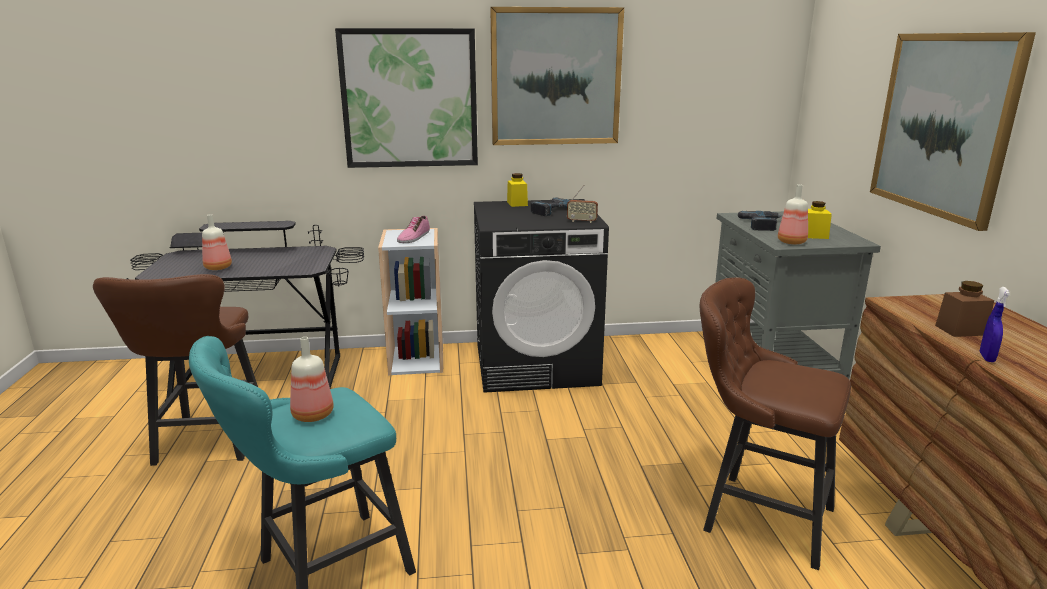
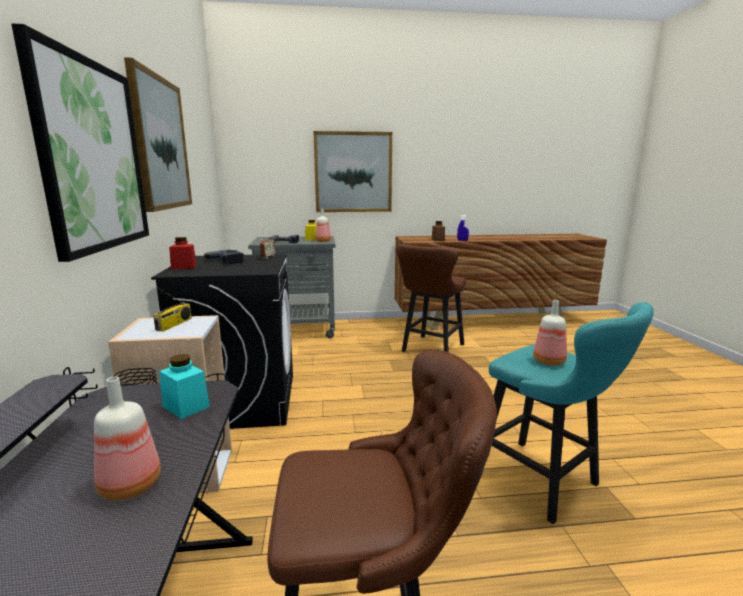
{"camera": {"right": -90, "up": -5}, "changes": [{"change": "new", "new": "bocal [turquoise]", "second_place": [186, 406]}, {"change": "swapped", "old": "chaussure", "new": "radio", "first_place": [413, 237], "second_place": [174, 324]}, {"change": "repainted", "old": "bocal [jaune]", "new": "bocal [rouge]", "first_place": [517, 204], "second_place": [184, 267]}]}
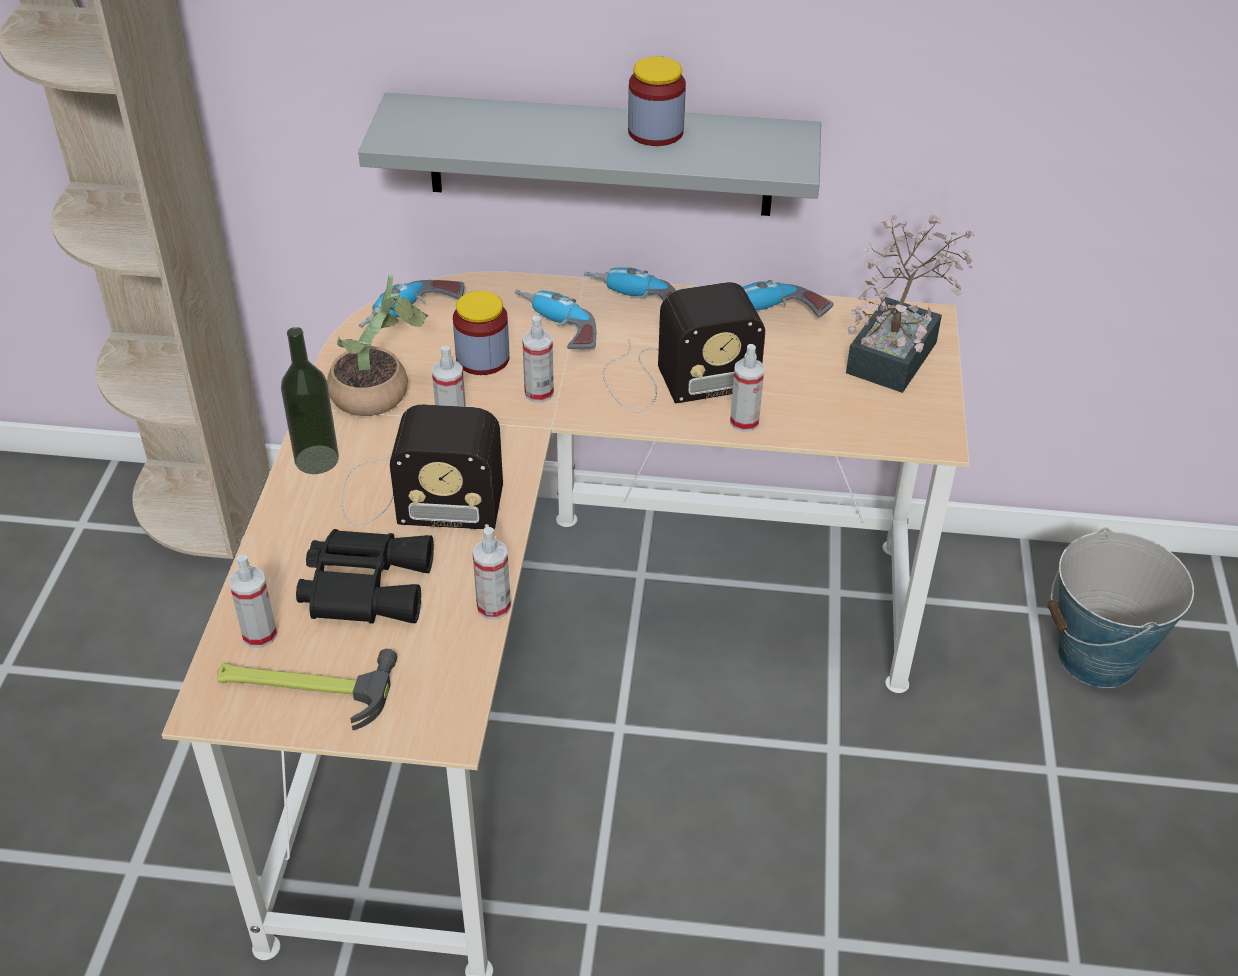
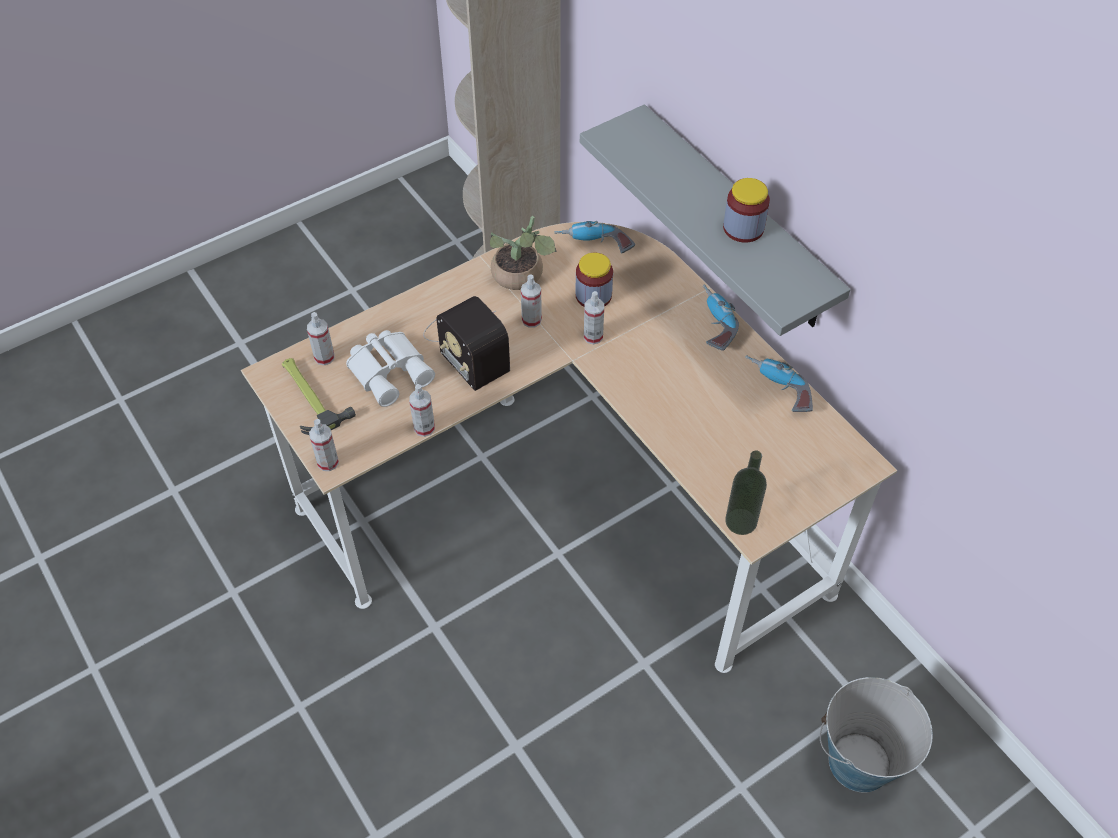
{"camera": {"right": 50, "up": 10}, "changes": [{"change": "gone", "old": "perceuse", "first_place": [555, 329]}, {"change": "gone", "old": "radio", "first_place": [674, 378]}, {"change": "gone", "old": "plante en pot", "first_place": [897, 351]}, {"change": "shifted", "old": "bouteille", "first_place": [316, 459], "second_place": [741, 521]}, {"change": "shifted", "old": "vaporisateur", "first_place": [744, 422], "second_place": [328, 462]}, {"change": "repainted", "old": "jumelles [noir]", "new": "jumelles [blanc]", "first_place": [365, 584], "second_place": [390, 370]}]}
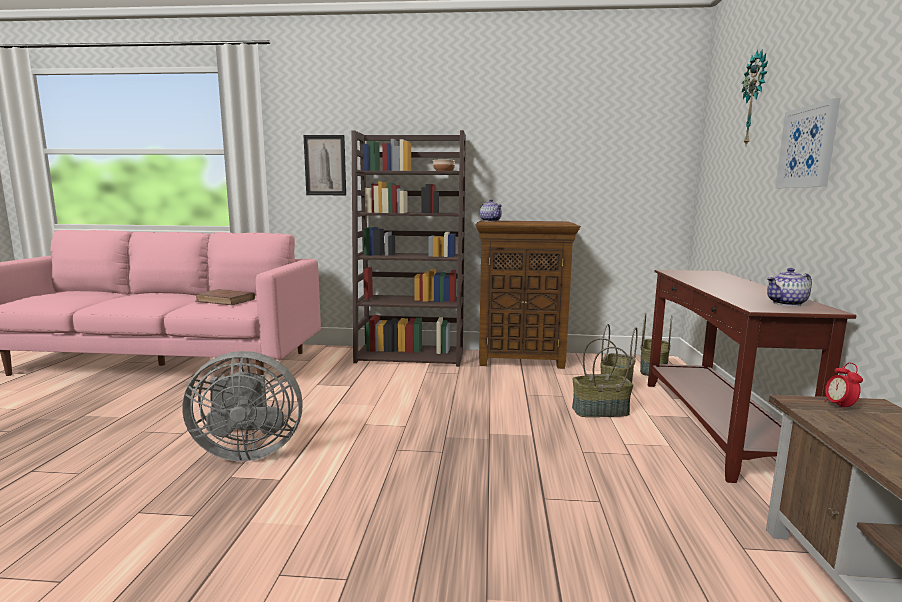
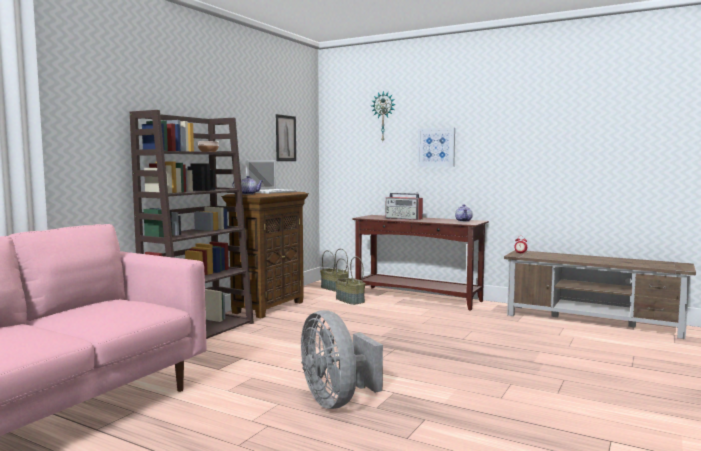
{"camera": {"right": -65, "up": -5}, "changes": [{"change": "gone", "old": "livre [marron]", "first_place": [225, 300]}, {"change": "gone", "old": "panier", "first_place": [600, 411]}, {"change": "new", "new": "ordinateur portable", "second_place": [272, 192]}, {"change": "new", "new": "radio", "second_place": [404, 218]}, {"change": "shifted", "old": "tableau", "first_place": [325, 165], "second_place": [285, 138]}, {"change": "rotated", "old": "ventilateur [gris]", "first_place": [247, 451], "second_place": [337, 401], "degrees": 135}]}
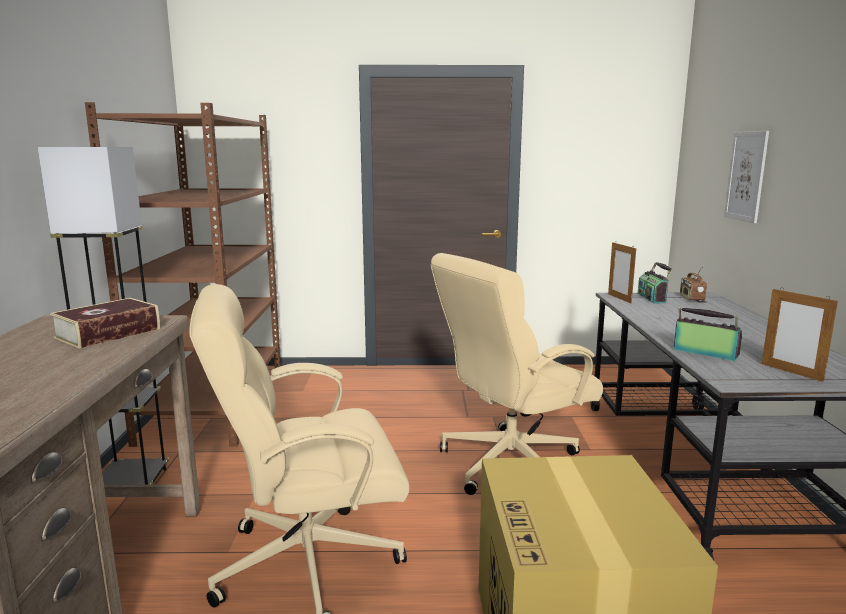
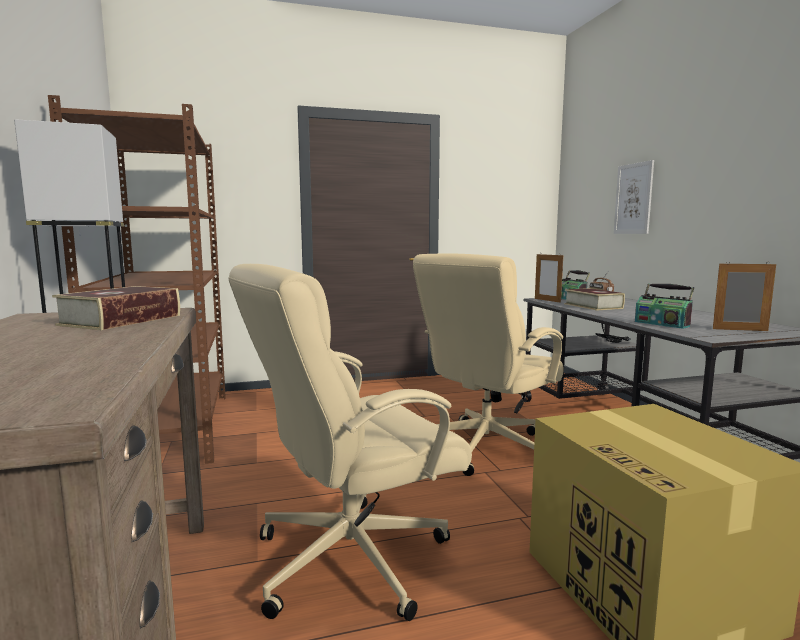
{"camera": {"right": -15, "up": -5}, "changes": [{"change": "new", "new": "livre", "second_place": [593, 306]}, {"change": "rotated", "old": "radio", "first_place": [705, 353], "second_place": [662, 324], "degrees": -150}, {"change": "rotated", "old": "cadre photo", "first_place": [791, 372], "second_place": [740, 330], "degrees": 150}]}
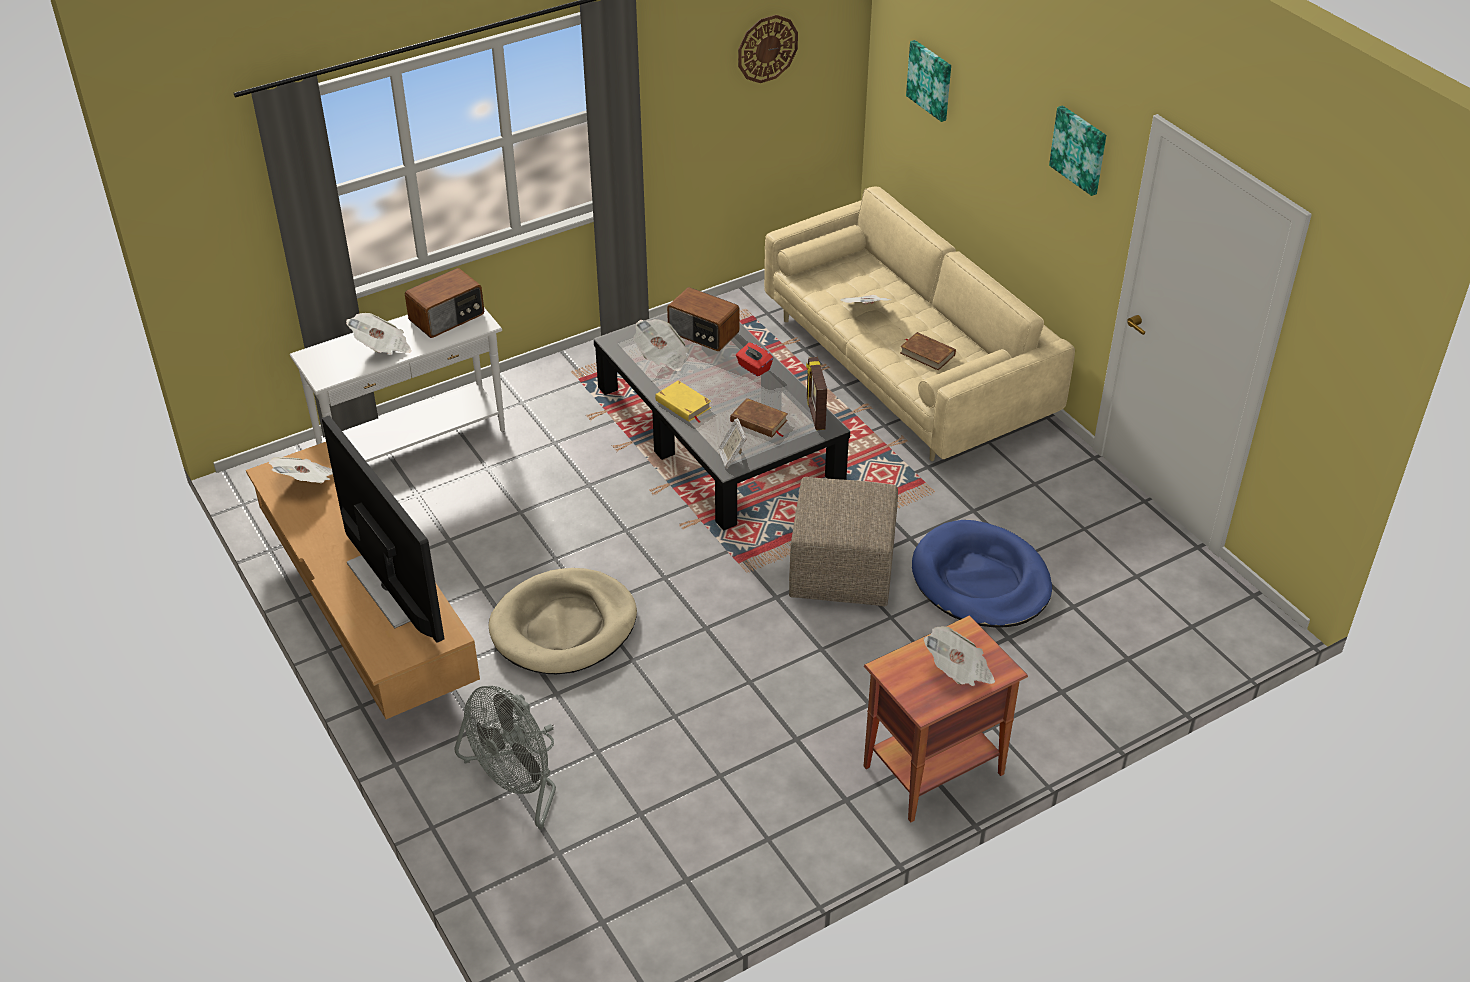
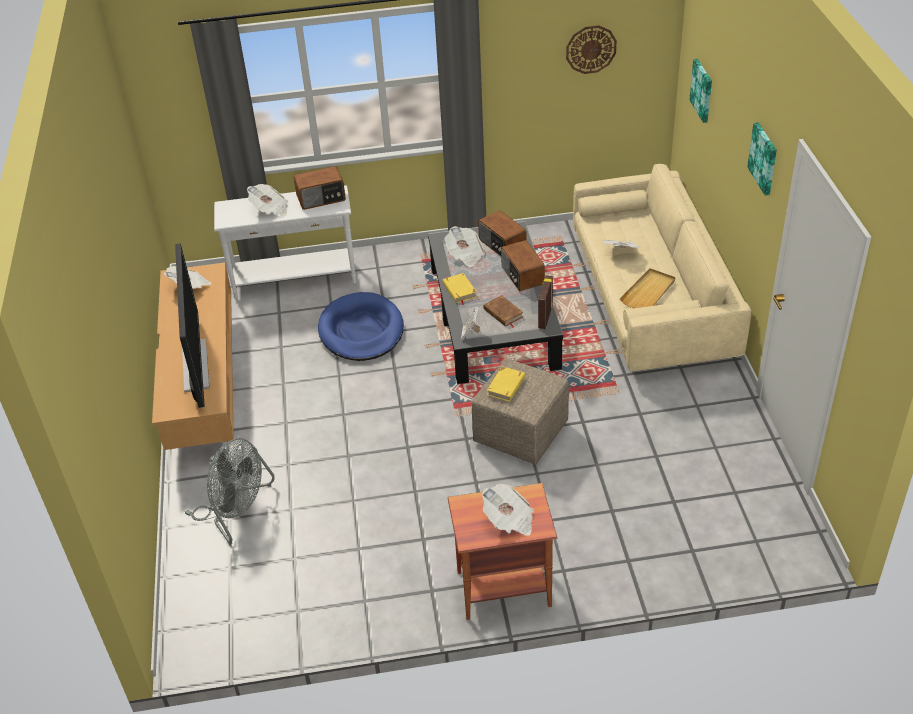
{"camera": {"right": 25, "up": 0}, "changes": [{"change": "gone", "old": "panier pour chien [beige]", "first_place": [564, 626]}, {"change": "new", "new": "livre [jaune]", "second_place": [506, 386]}, {"change": "shifted", "old": "panier pour chien [bleu]", "first_place": [980, 580], "second_place": [361, 331]}, {"change": "swapped", "old": "boîte à mouchoirs [rouge]", "new": "radio", "first_place": [754, 368], "second_place": [522, 276]}, {"change": "swapped", "old": "livre [marron]", "new": "plateau [beige]", "first_place": [927, 354], "second_place": [648, 292]}, {"change": "rotated", "old": "ventilateur [gris]", "first_place": [518, 777], "second_place": [234, 511], "degrees": -135}]}
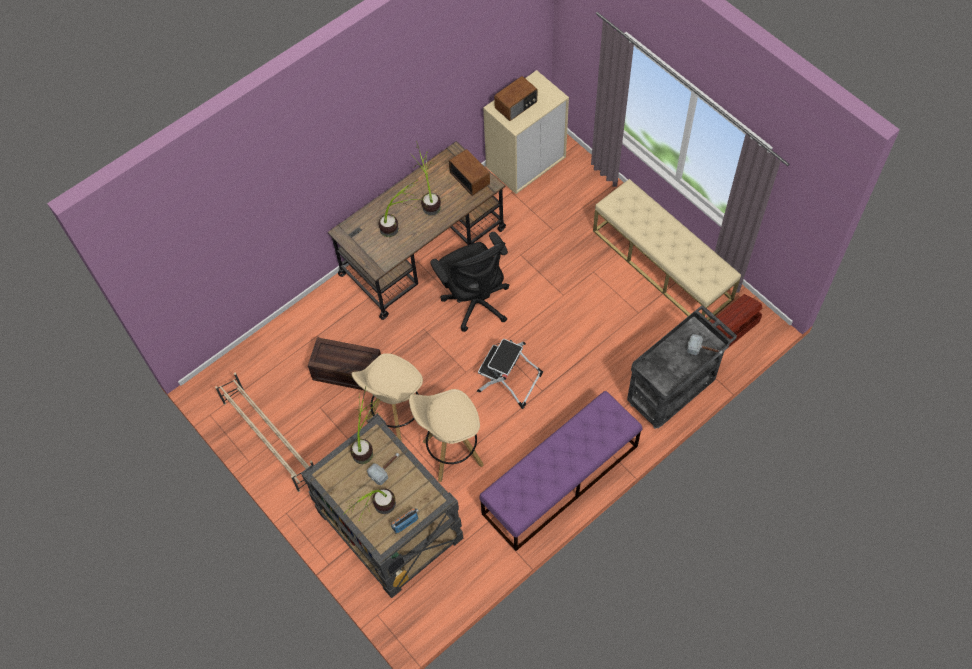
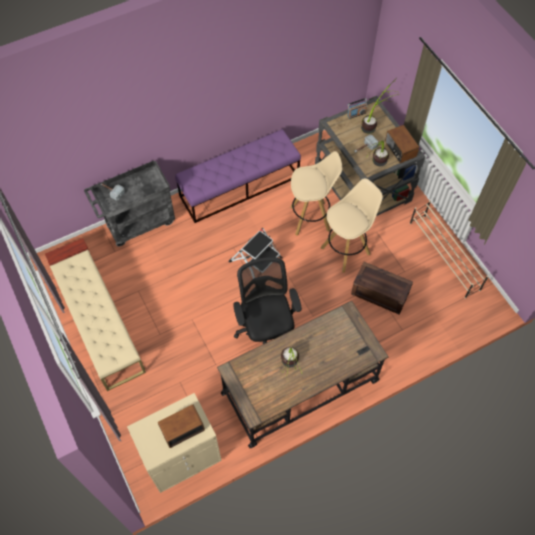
{"camera": {"right": -170, "up": 0}, "changes": [{"change": "gone", "old": "plante en pot", "first_place": [400, 226]}, {"change": "shifted", "old": "radio", "first_place": [470, 178], "second_place": [400, 149]}]}
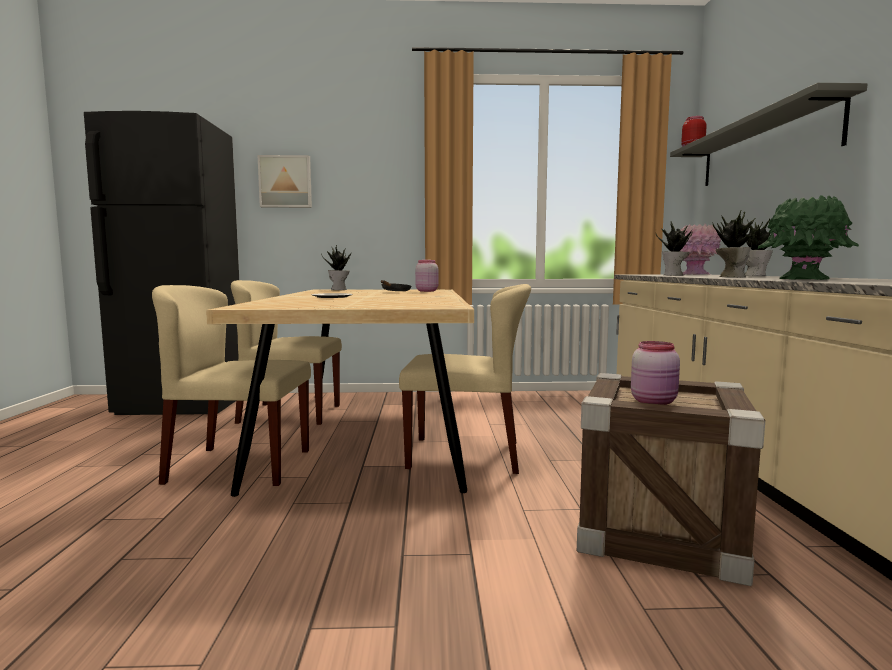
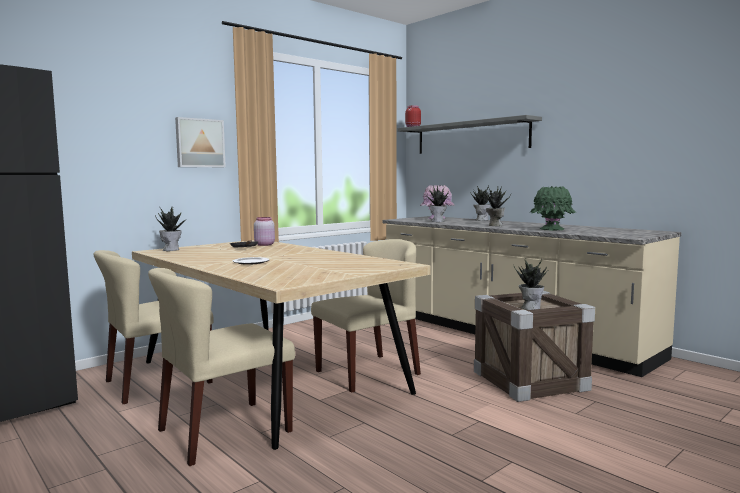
{"camera": {"right": -40, "up": 0}, "changes": [{"change": "shifted", "old": "tableau", "first_place": [285, 182], "second_place": [199, 143]}, {"change": "swapped", "old": "bocal [rose]", "new": "plante en pot", "first_place": [655, 402], "second_place": [530, 308]}]}
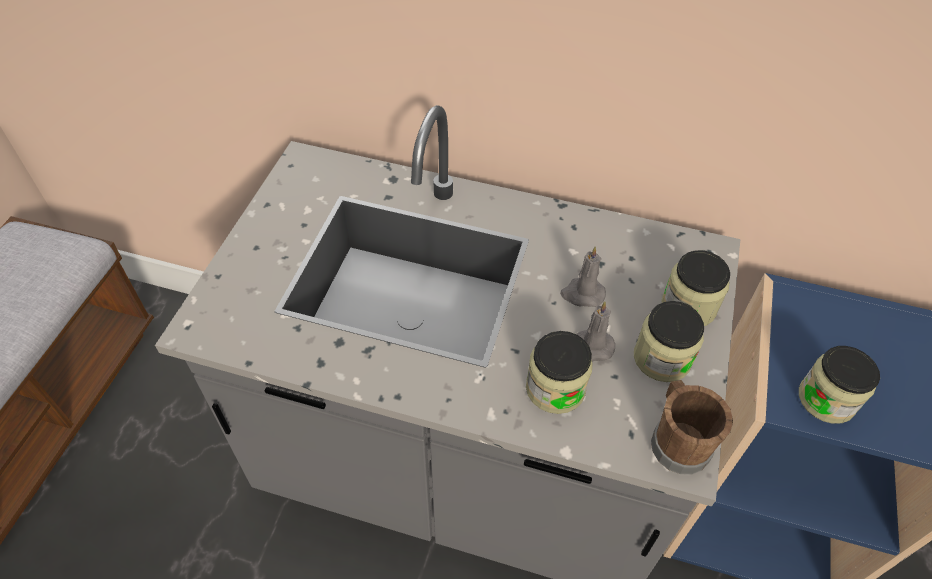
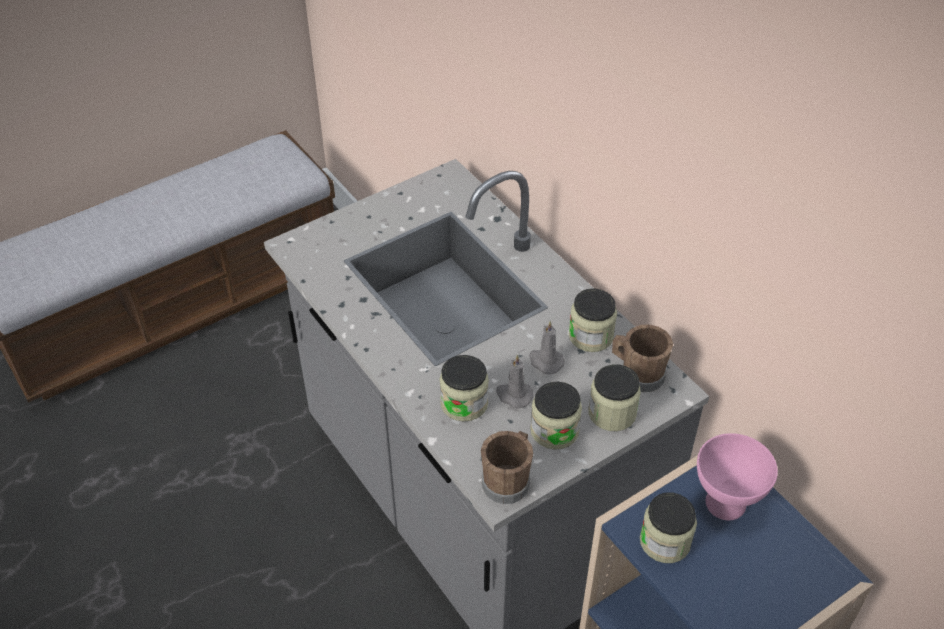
{"camera": {"right": 40, "up": -5}, "changes": [{"change": "new", "new": "bocal", "second_place": [591, 336]}, {"change": "new", "new": "mug [marron]", "second_place": [637, 373]}, {"change": "new", "new": "bol [rose]", "second_place": [725, 505]}]}
